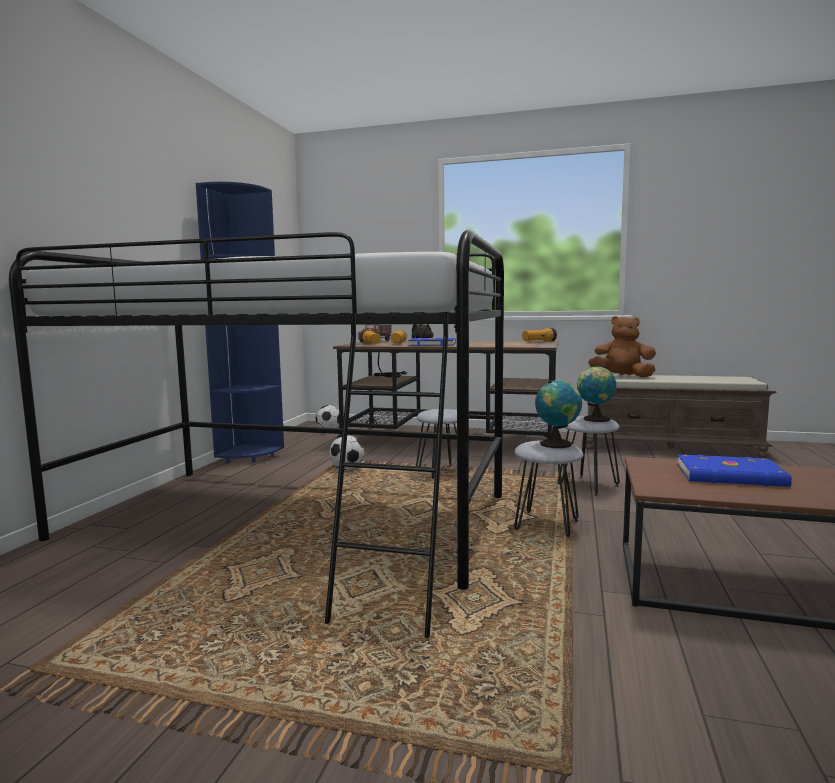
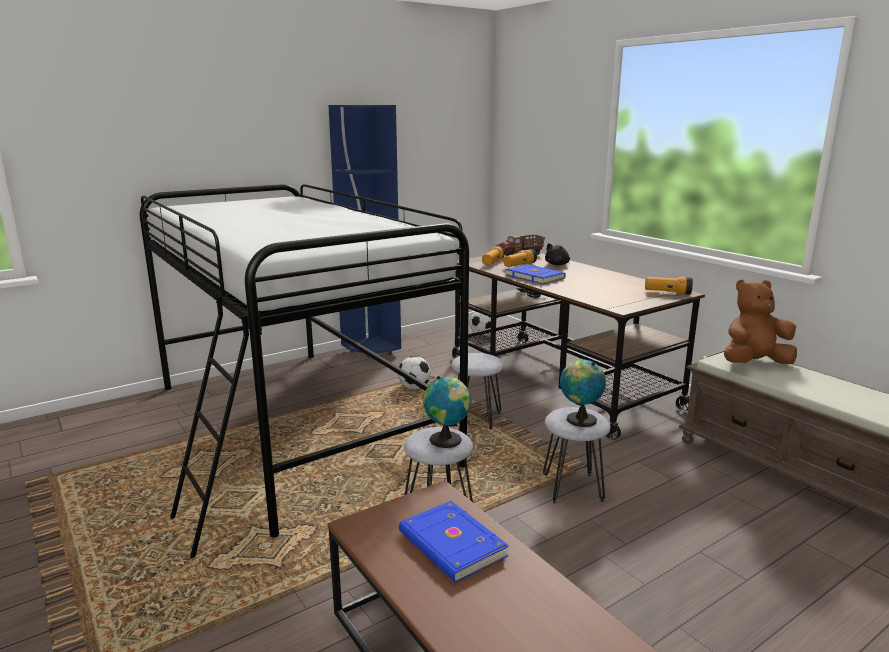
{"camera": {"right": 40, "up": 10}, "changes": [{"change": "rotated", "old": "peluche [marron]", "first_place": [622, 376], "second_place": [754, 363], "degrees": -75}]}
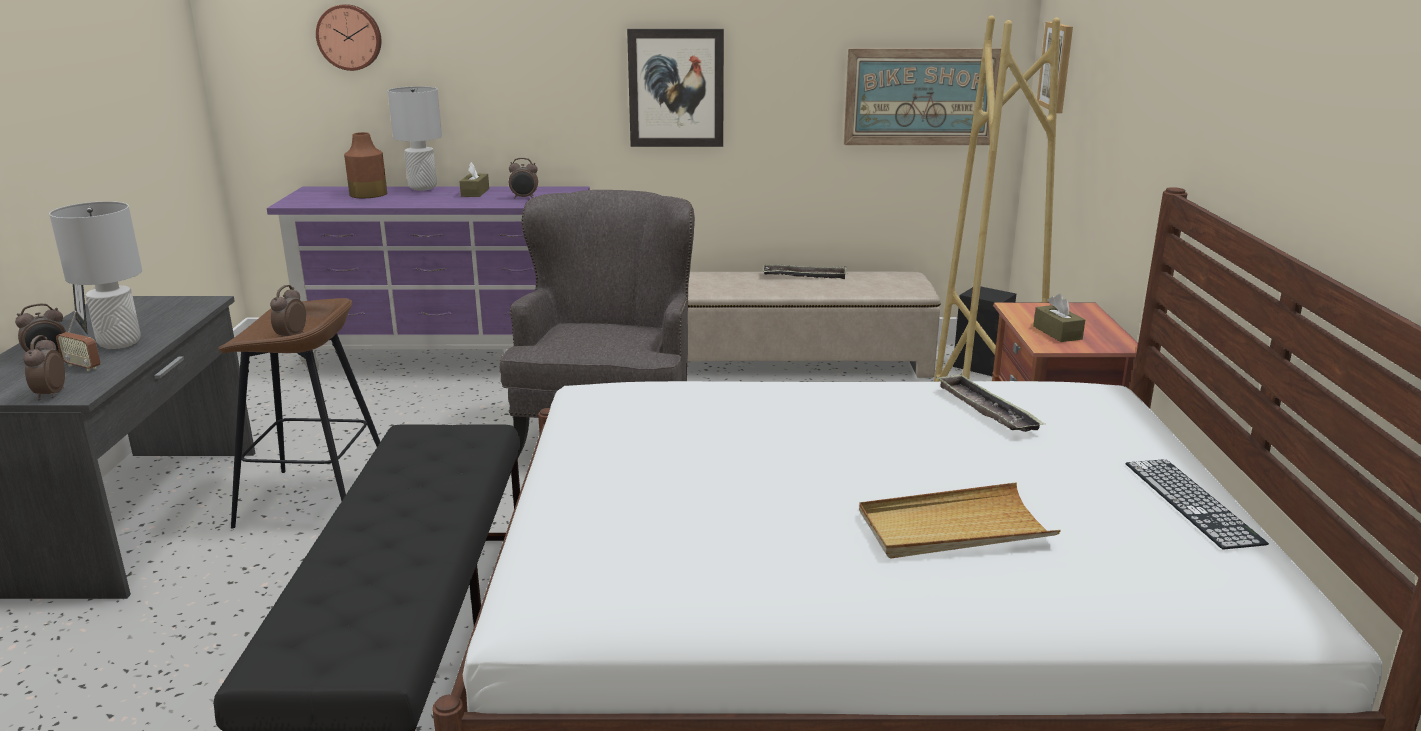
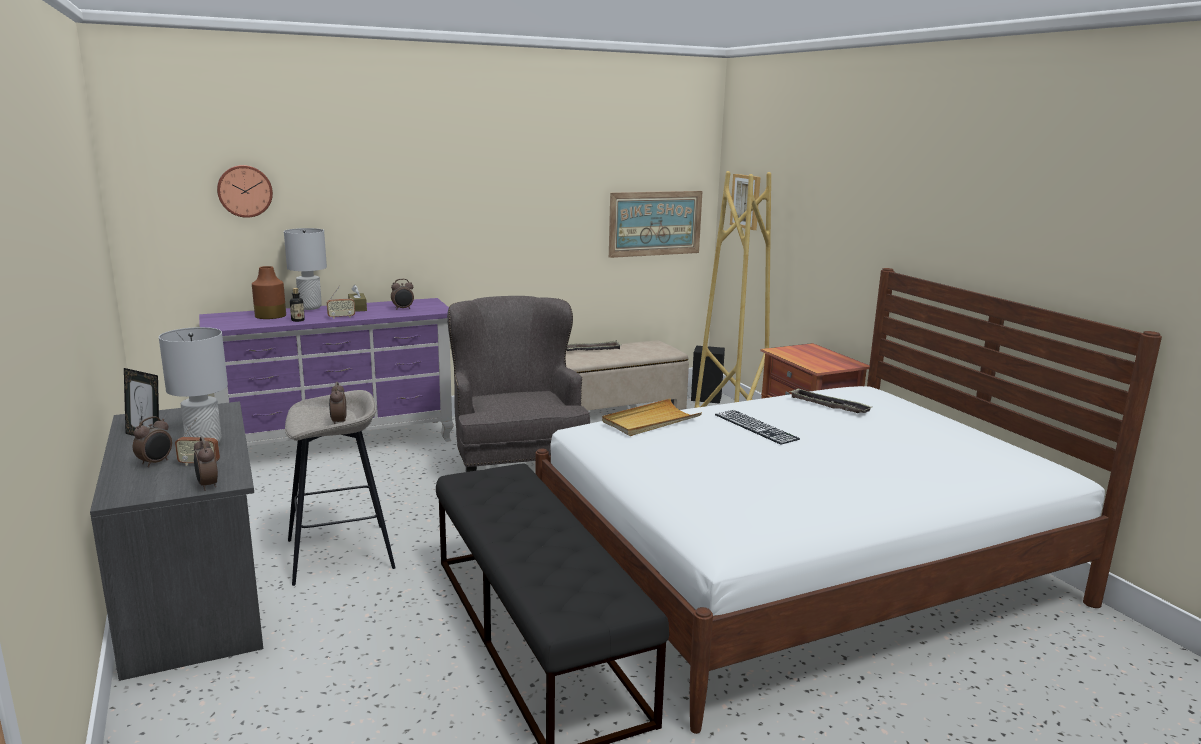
{"camera": {"right": -25, "up": -5}, "changes": [{"change": "gone", "old": "tableau", "first_place": [676, 88]}, {"change": "gone", "old": "boîte à mouchoirs [marron]", "first_place": [1057, 333]}, {"change": "new", "new": "bouteille", "second_place": [298, 320]}, {"change": "new", "new": "radio", "second_place": [341, 317]}, {"change": "shifted", "old": "plateau [beige]", "first_place": [953, 528], "second_place": [650, 421]}, {"change": "shifted", "old": "clavier", "first_place": [1192, 502], "second_place": [756, 427]}, {"change": "repainted", "old": "tabouret [marron]", "new": "tabouret [gris]", "first_place": [315, 500], "second_place": [340, 554]}]}
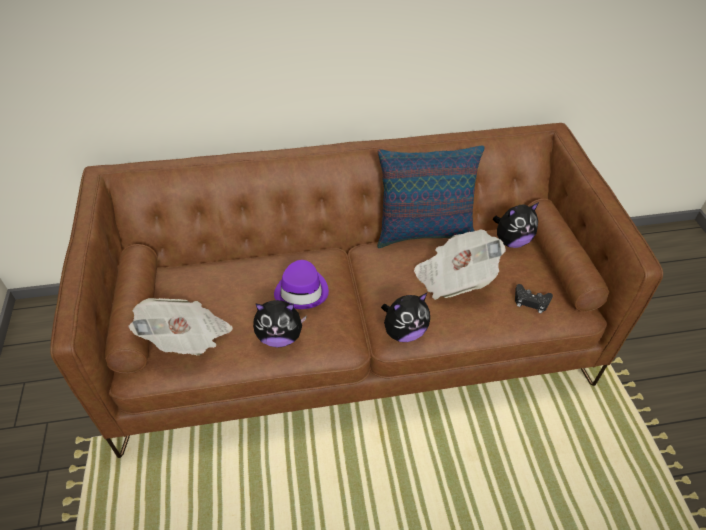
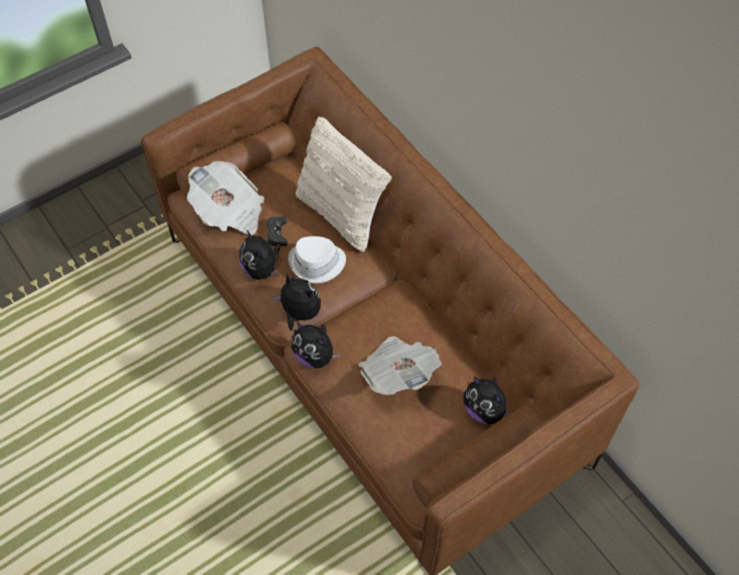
{"camera": {"right": 65, "up": 10}, "changes": [{"change": "gone", "old": "coussin [bleu]", "first_place": [424, 234]}, {"change": "new", "new": "peluche", "second_place": [299, 313]}, {"change": "new", "new": "coussin [beige]", "second_place": [342, 215]}, {"change": "shifted", "old": "manette [noir]", "first_place": [531, 301], "second_place": [277, 234]}, {"change": "repainted", "old": "chapeau [violet]", "new": "chapeau [blanc]", "first_place": [302, 291], "second_place": [317, 263]}]}
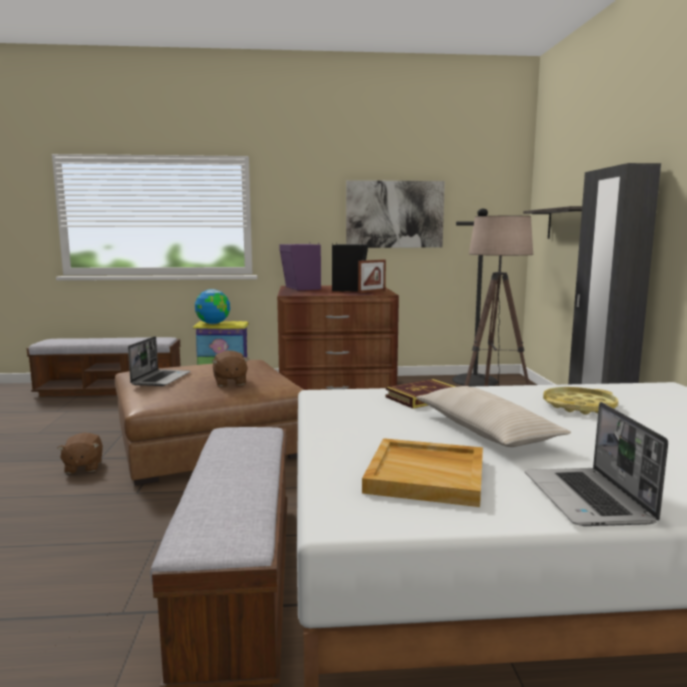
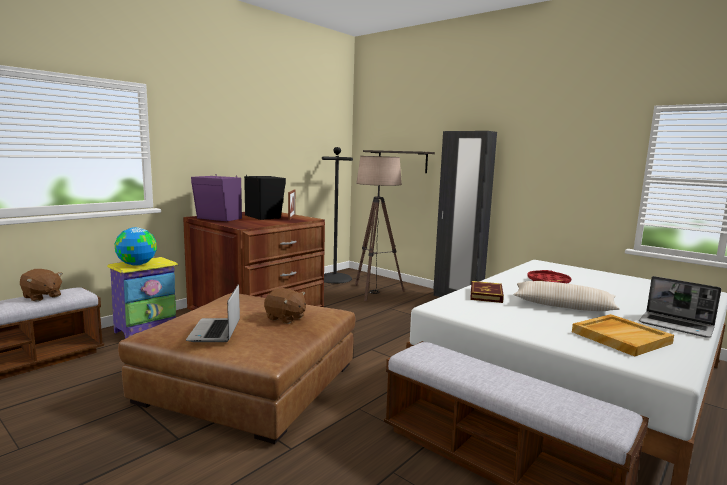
{"camera": {"right": -45, "up": 0}, "changes": [{"change": "gone", "old": "tableau", "first_place": [394, 214]}, {"change": "shifted", "old": "peluche [marron]", "first_place": [83, 467], "second_place": [42, 297]}, {"change": "repainted", "old": "plateau [jaune]", "new": "plateau [rouge]", "first_place": [579, 406], "second_place": [548, 281]}, {"change": "rotated", "old": "ordinateur portable", "first_place": [161, 379], "second_place": [215, 331], "degrees": -150}]}
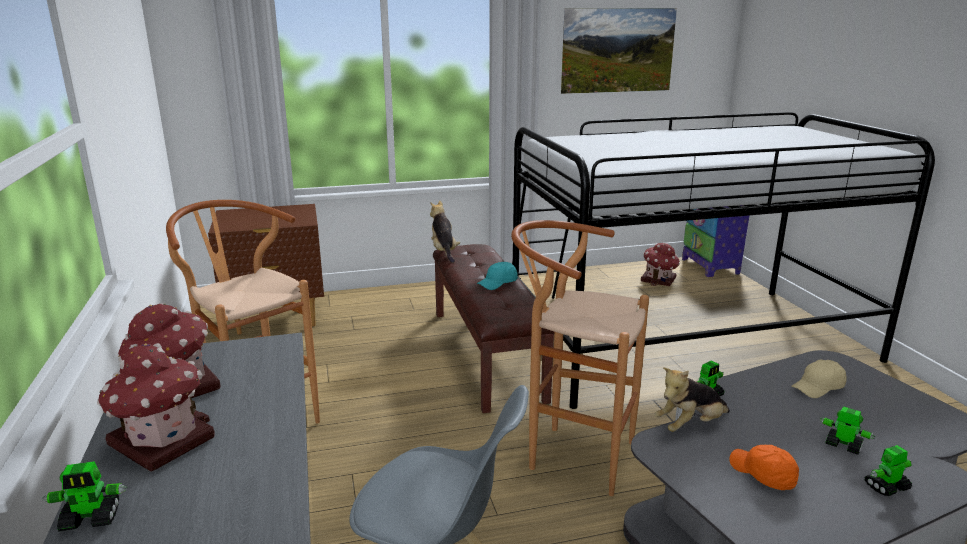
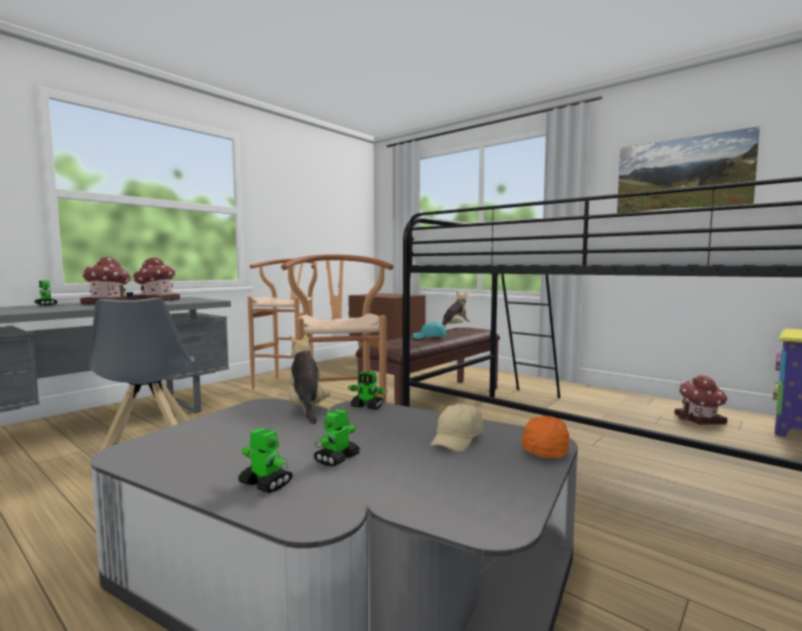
{"camera": {"right": 55, "up": -15}, "changes": [{"change": "shifted", "old": "casquette [orange]", "first_place": [762, 475], "second_place": [545, 449]}, {"change": "rotated", "old": "peluche", "first_place": [690, 425], "second_place": [306, 408], "degrees": 45}, {"change": "rotated", "old": "casquette [beige]", "first_place": [818, 387], "second_place": [457, 440], "degrees": -90}, {"change": "rotated", "old": "robot jouet", "first_place": [843, 445], "second_place": [336, 459], "degrees": -150}]}
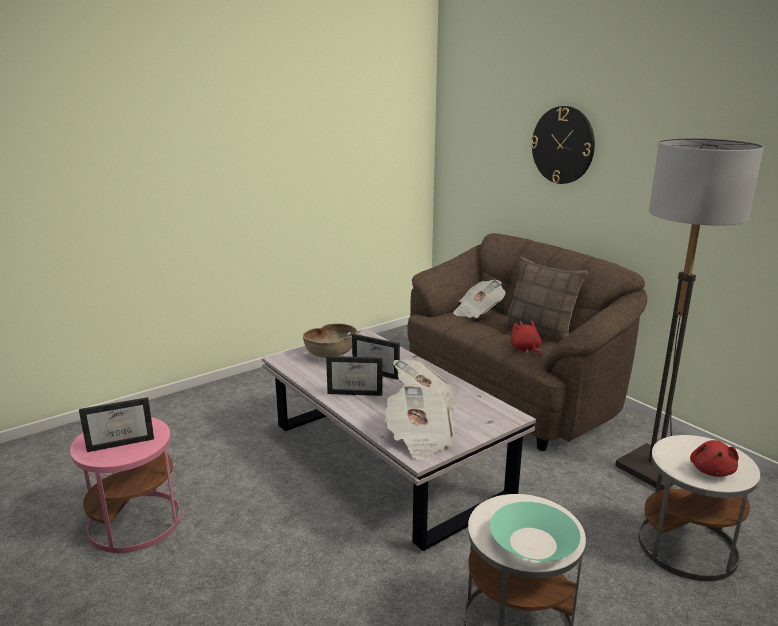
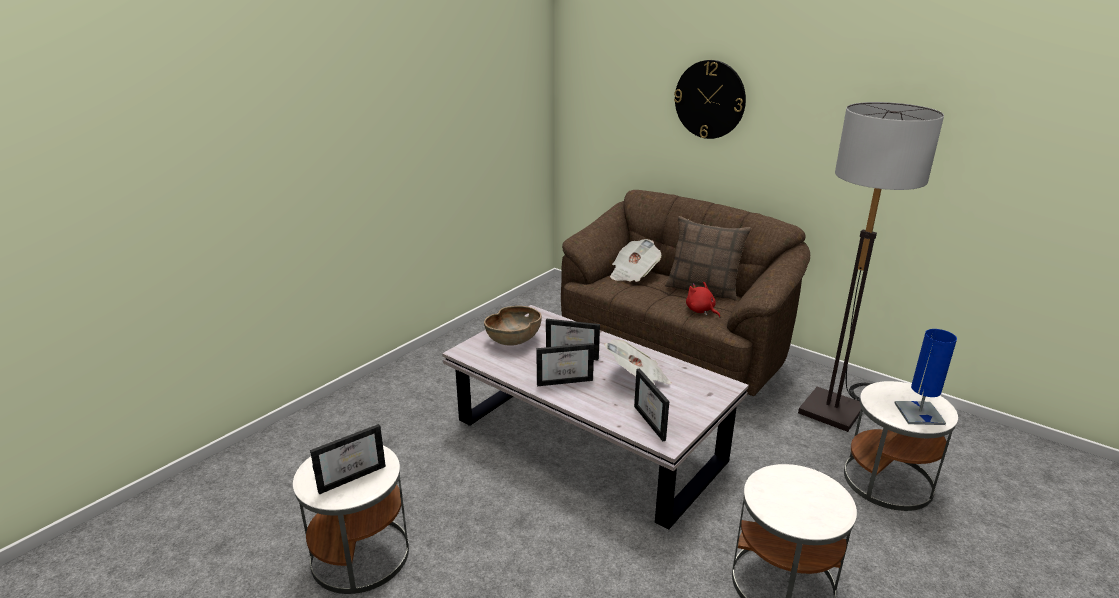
{"camera": {"right": -15, "up": 5}, "changes": [{"change": "gone", "old": "bol [turquoise]", "first_place": [533, 542]}, {"change": "swapped", "old": "journal", "new": "cadre photo", "first_place": [419, 438], "second_place": [655, 422]}, {"change": "swapped", "old": "peluche [rouge]", "new": "lampe de table [bleu]", "first_place": [712, 470], "second_place": [919, 413]}, {"change": "repainted", "old": "table d'appoint [rose]", "new": "table d'appoint [blanc]", "first_place": [136, 522], "second_place": [361, 554]}]}
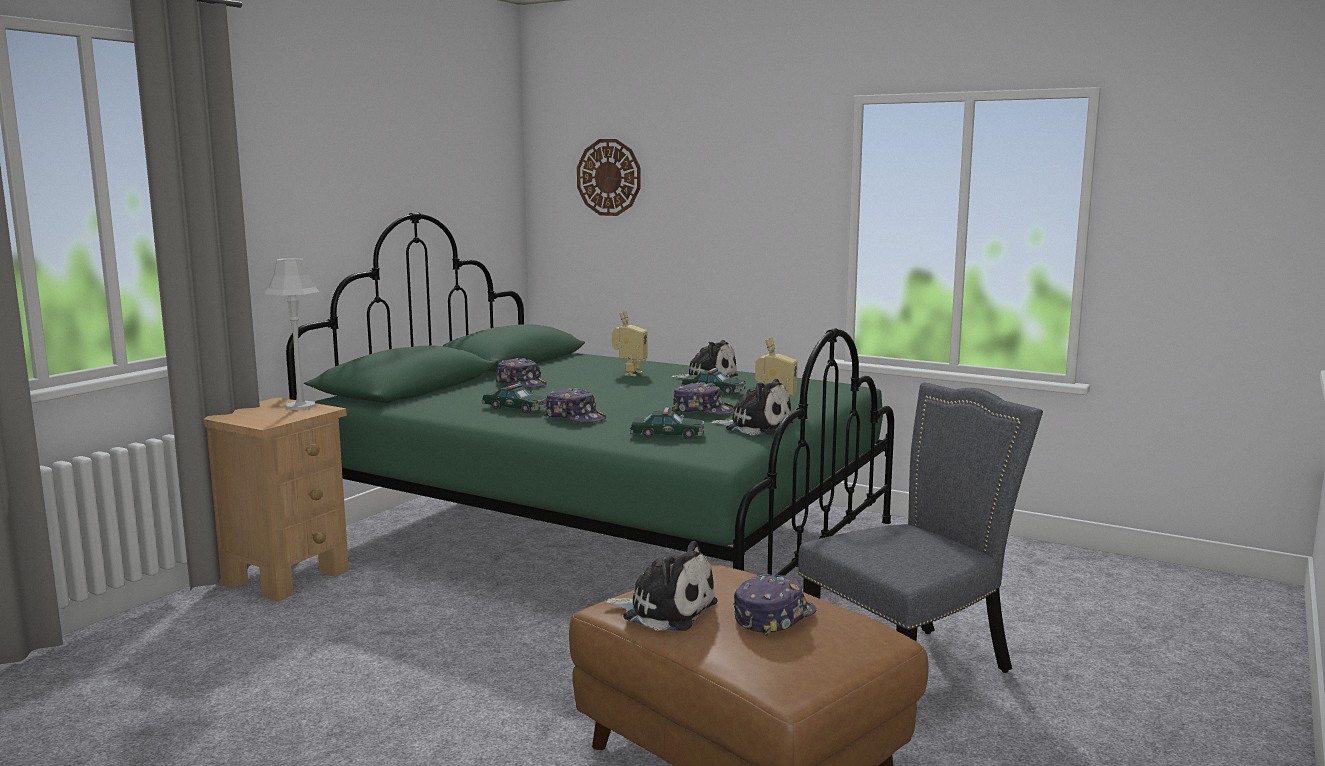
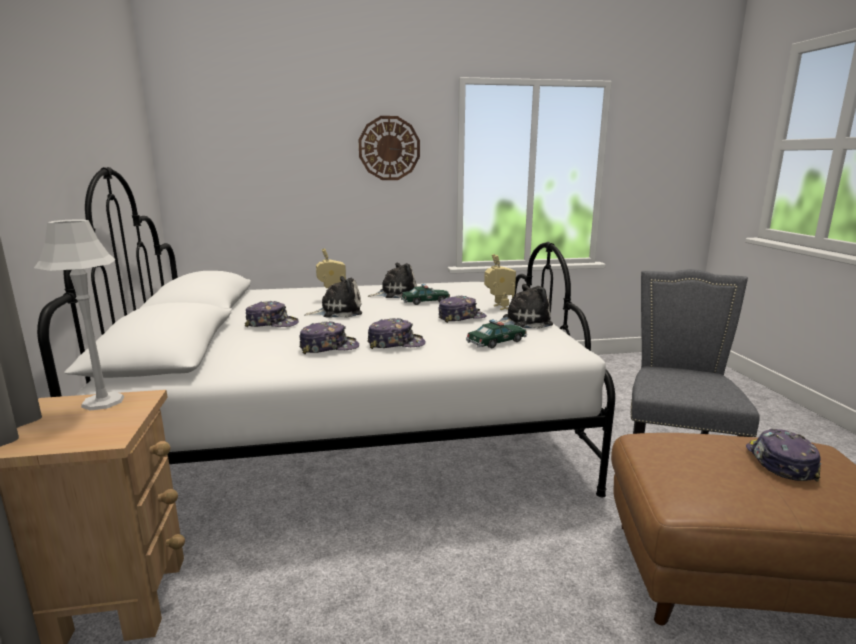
{"camera": {"right": -40, "up": 5}, "changes": [{"change": "shifted", "old": "horloge murale", "first_place": [609, 177], "second_place": [389, 148]}, {"change": "shifted", "old": "peluche", "first_place": [665, 610], "second_place": [338, 311]}, {"change": "swapped", "old": "petite voiture", "new": "casquette", "first_place": [516, 409], "second_place": [329, 347]}, {"change": "repainted", "old": "lit [vert]", "new": "lit [blanc]", "first_place": [605, 536], "second_place": [356, 433]}]}
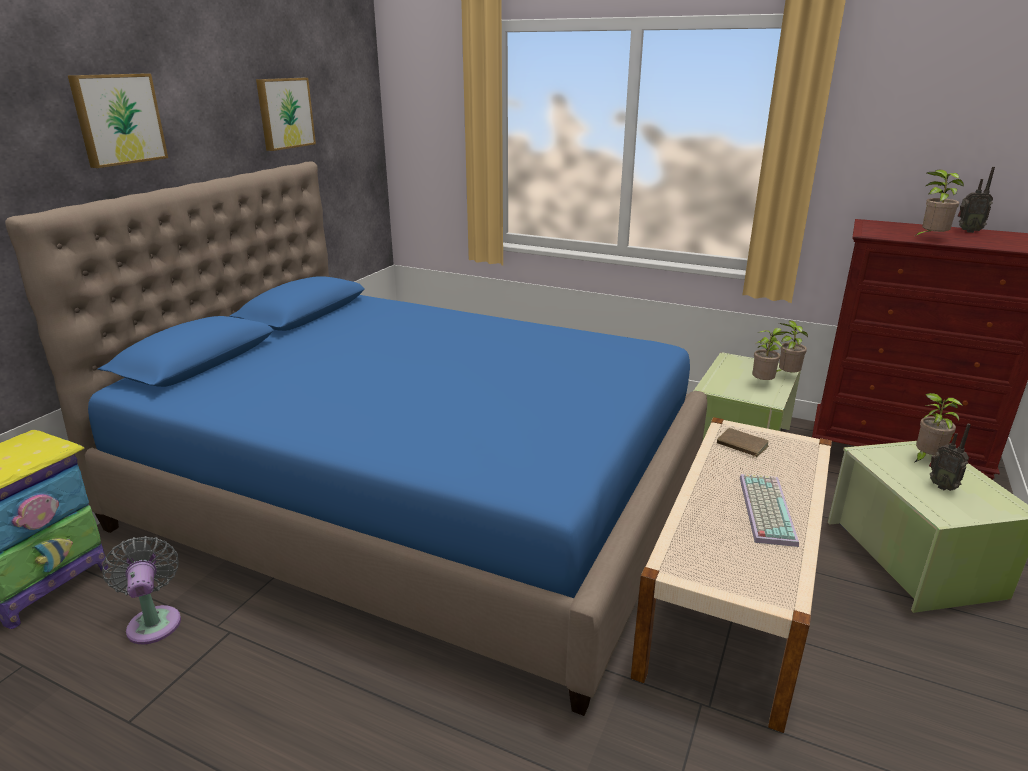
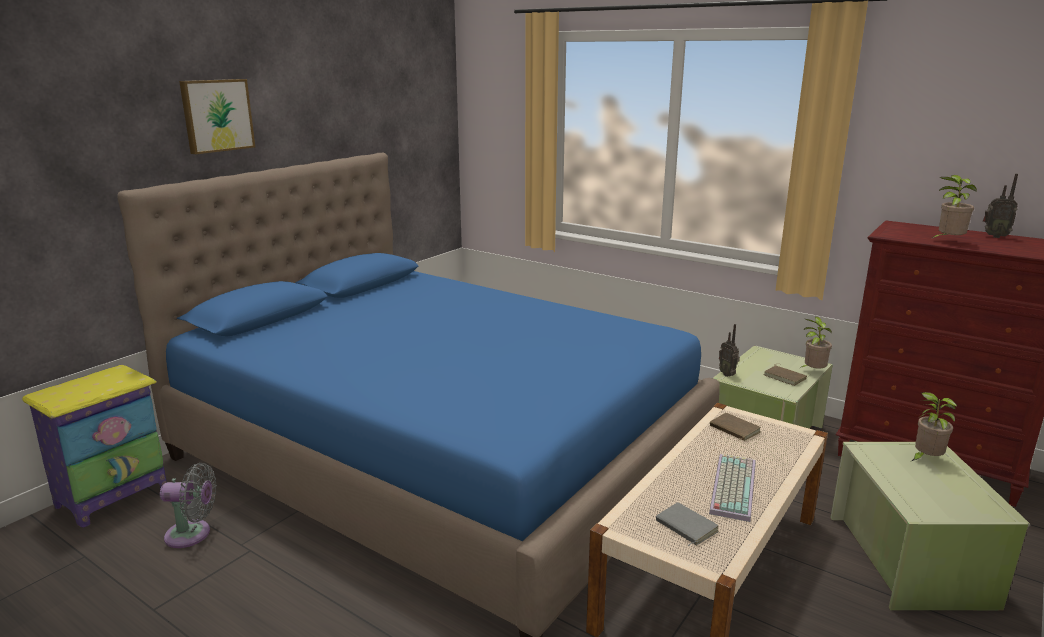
{"camera": {"right": 10, "up": -5}, "changes": [{"change": "gone", "old": "tableau", "first_place": [284, 113]}, {"change": "new", "new": "livre [gris]", "second_place": [685, 527]}, {"change": "shifted", "old": "radio", "first_place": [942, 486], "second_place": [727, 374]}, {"change": "swapped", "old": "plante en pot", "new": "livre [marron]", "first_place": [763, 383], "second_place": [785, 377]}, {"change": "rotated", "old": "ventilateur [gris]", "first_place": [154, 621], "second_place": [192, 534], "degrees": 105}]}
